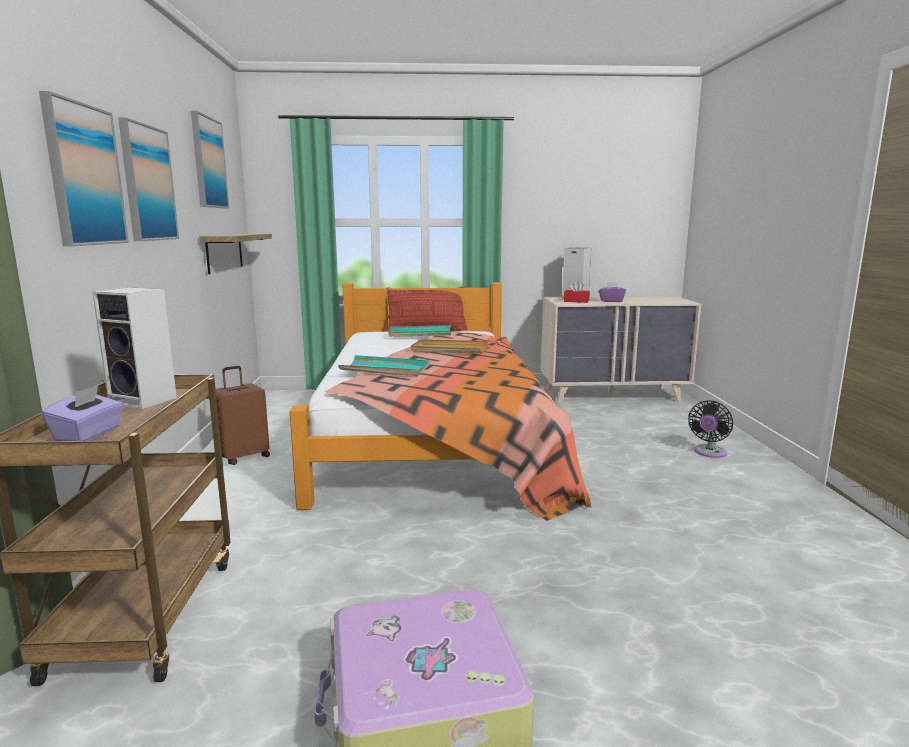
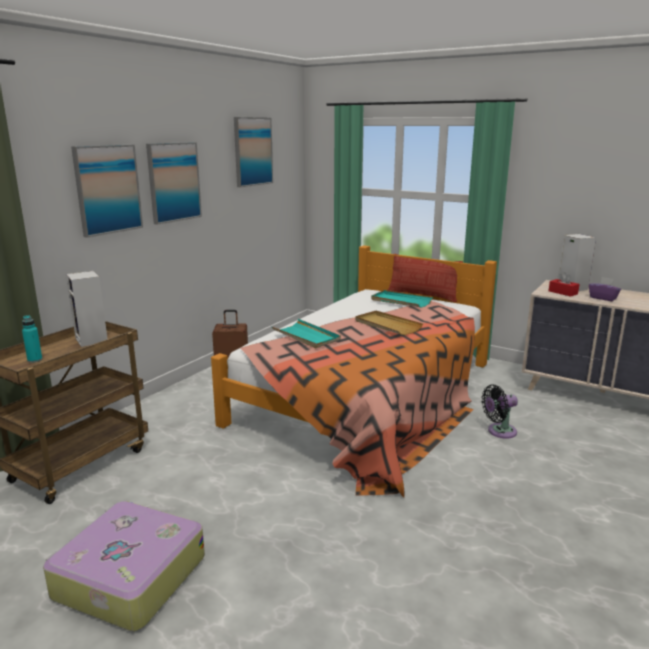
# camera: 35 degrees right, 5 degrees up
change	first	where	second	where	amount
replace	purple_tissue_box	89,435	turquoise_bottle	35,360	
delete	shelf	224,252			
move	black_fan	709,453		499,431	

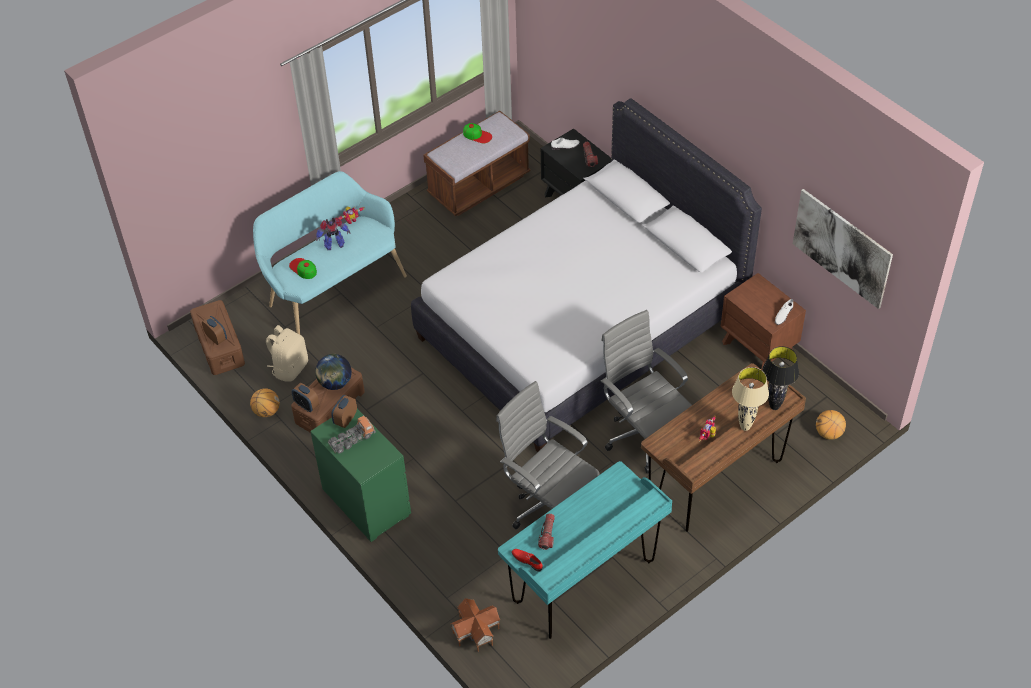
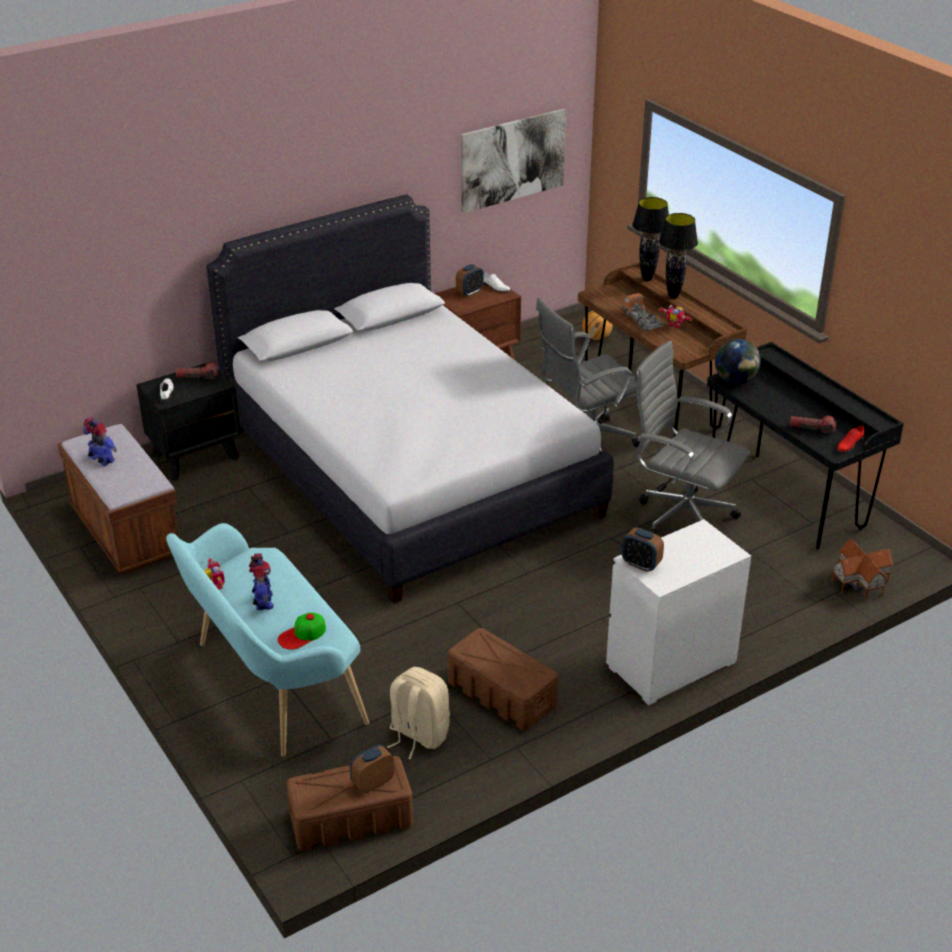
# camera: 85 degrees left, 15 degrees down
change	first	where	second	where	amount
delete	basketball	266,411			
move	alarm_clock	306,405		469,292	
recolor	green_dresser	366,502	white_dresser	670,664	
move	globe	335,383		735,381	
move	toy_truck	352,439		642,321	
replace	cap	477,135	toy_robot	101,460	
rotate	grey_office_chair	548,506		681,516	75 degrees clockwise
recolor	turquoise_desk	584,583	black_desk	786,500	
recolor	beige_table_lamp	745,427	black_table_lamp	673,296	

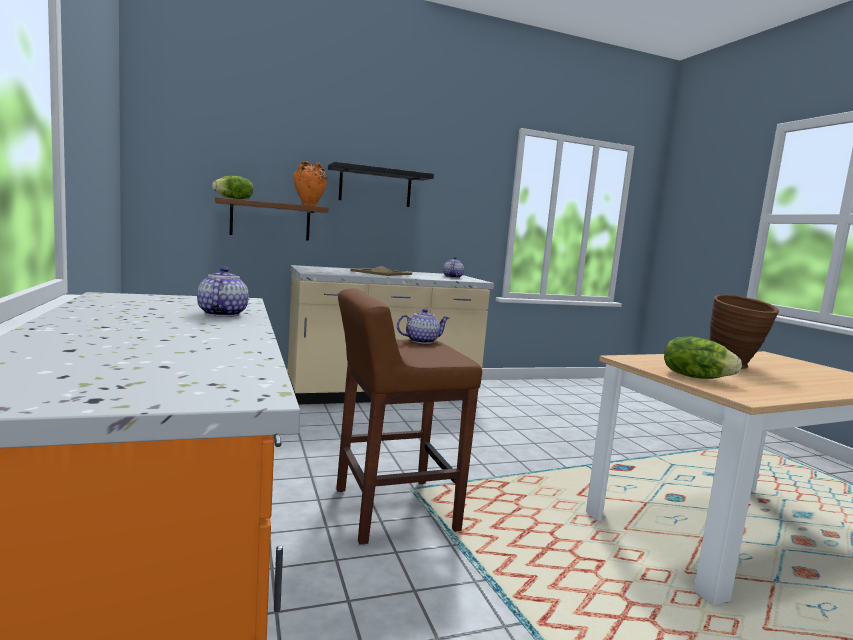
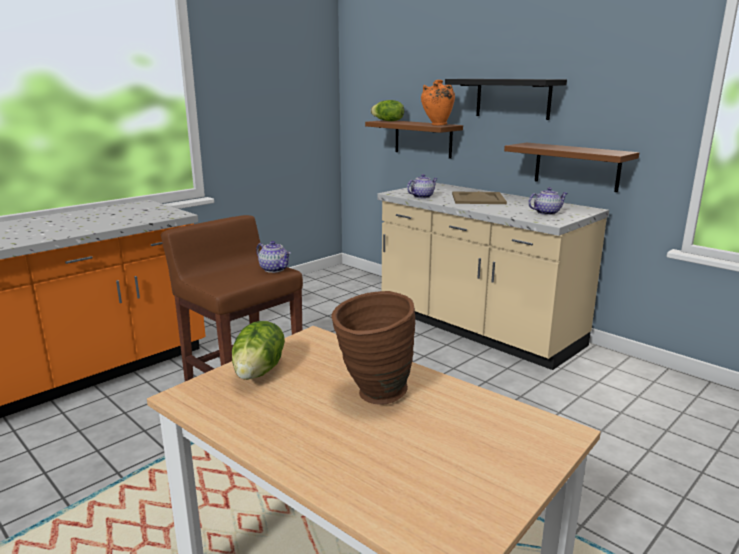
# camera: 65 degrees right, 10 degrees up
change	first	where	second	where	amount
move	teapot	221,314		422,196	
insert			brown_shelf	576,166	

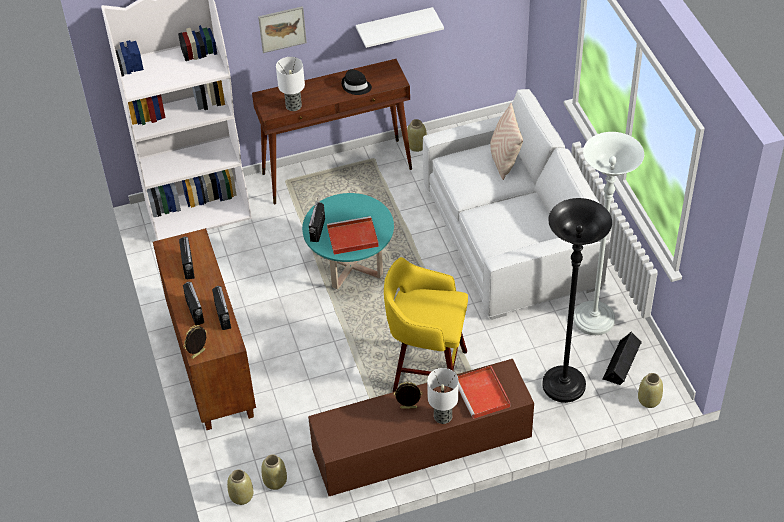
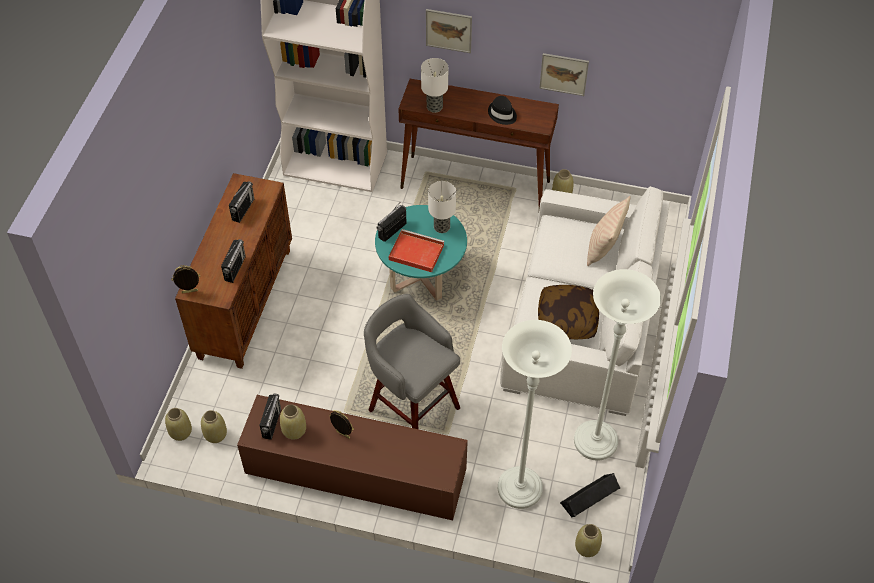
# camera: 30 degrees right, 5 degrees up
change	first	where	second	where	amount
move	radio	195,311		271,423	
replace	white_shelf	394,27	picture	564,74	
recolor	yellow_stool	427,370	grey_stool	412,407	
move	table_lamp	442,417		441,227	
delete	red_tray	483,394			
recolor	black_floor_lamp	563,386	white_floor_lamp	519,489	
insert			beige_vase	294,430	
insert			pillow	567,319	

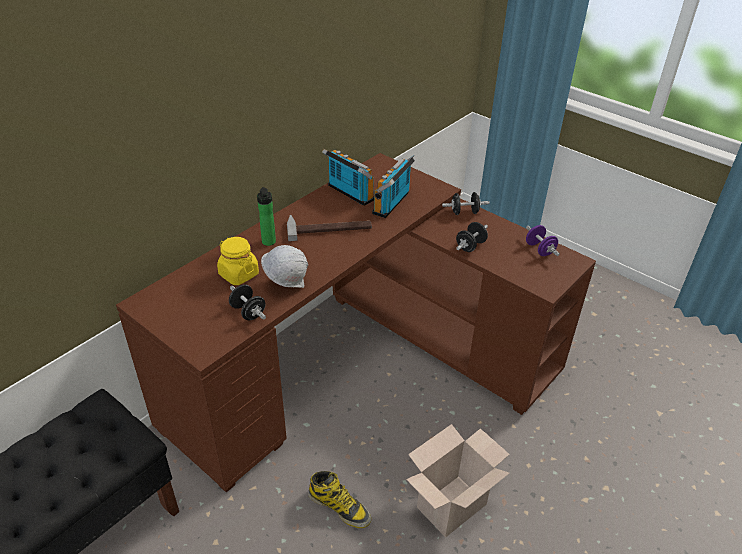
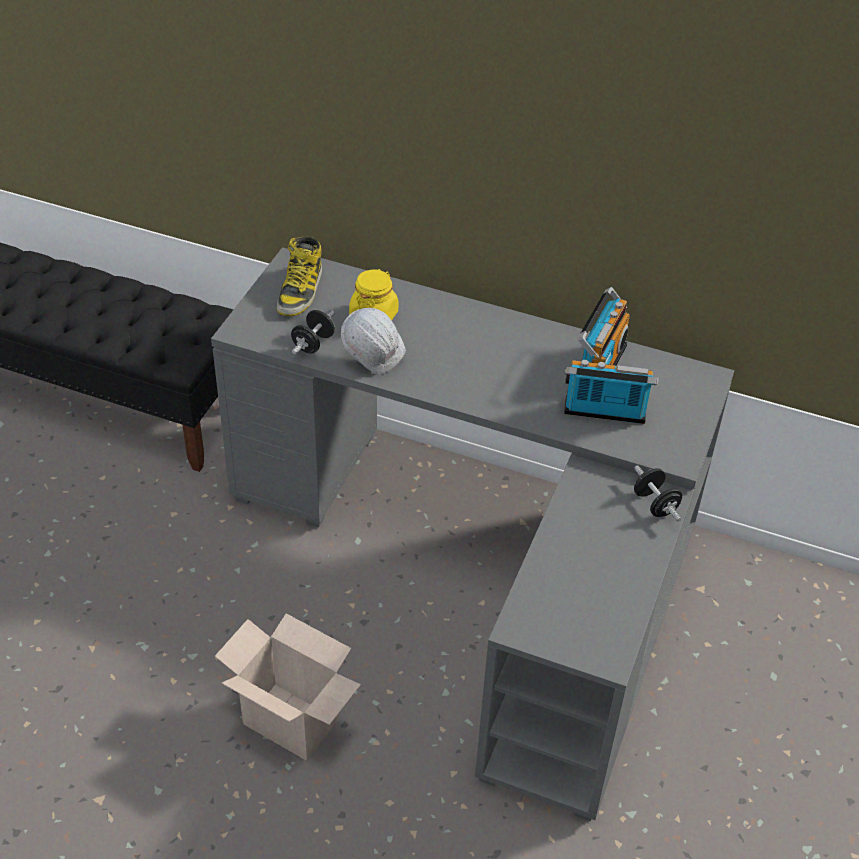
# camera: 70 degrees right, 5 degrees up
change	first	where	second	where	amount
recolor	brown_desk	359,362	grey_desk	487,564	
delete	bottle	269,243			
delete	hammer	329,227			
move	boot	339,507		300,291	
delete	black_dumbbell	470,246			
delete	purple_dumbbell	539,249			

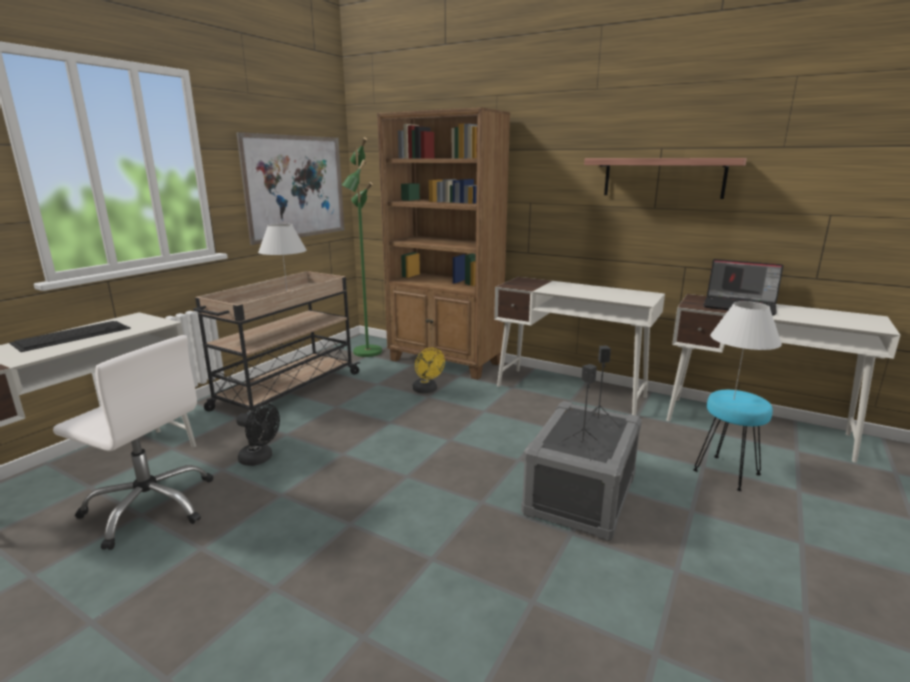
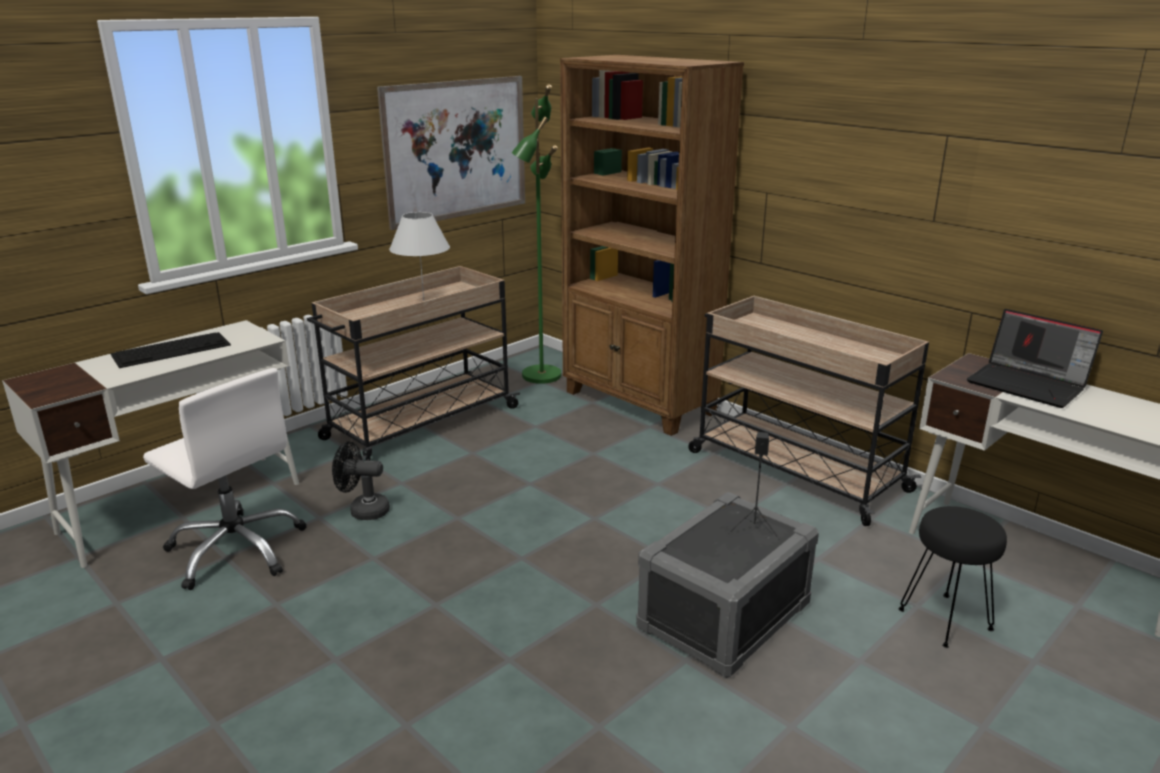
# camera: 15 degrees right, 5 degrees up
change	first	where	second	where	amount
rotate	black_fan	260,459		363,510	150 degrees clockwise
delete	yellow_fan	427,390			
replace	white_desk	571,391	beige_cart	794,470	
delete	black_speaker	582,448			
delete	shelf	663,177			
recolor	turquoise_stool	726,473	black_stool	944,620	
delete	white_table_lamp	733,399			

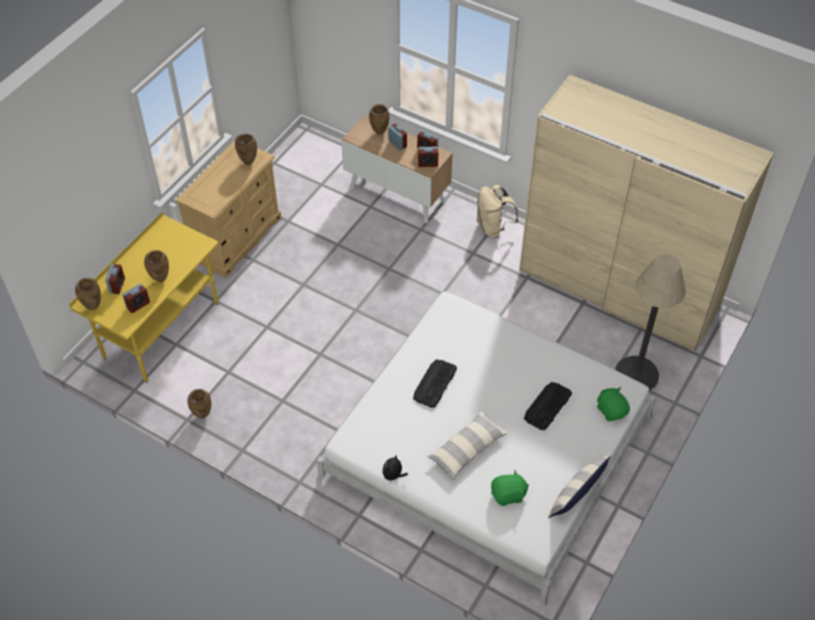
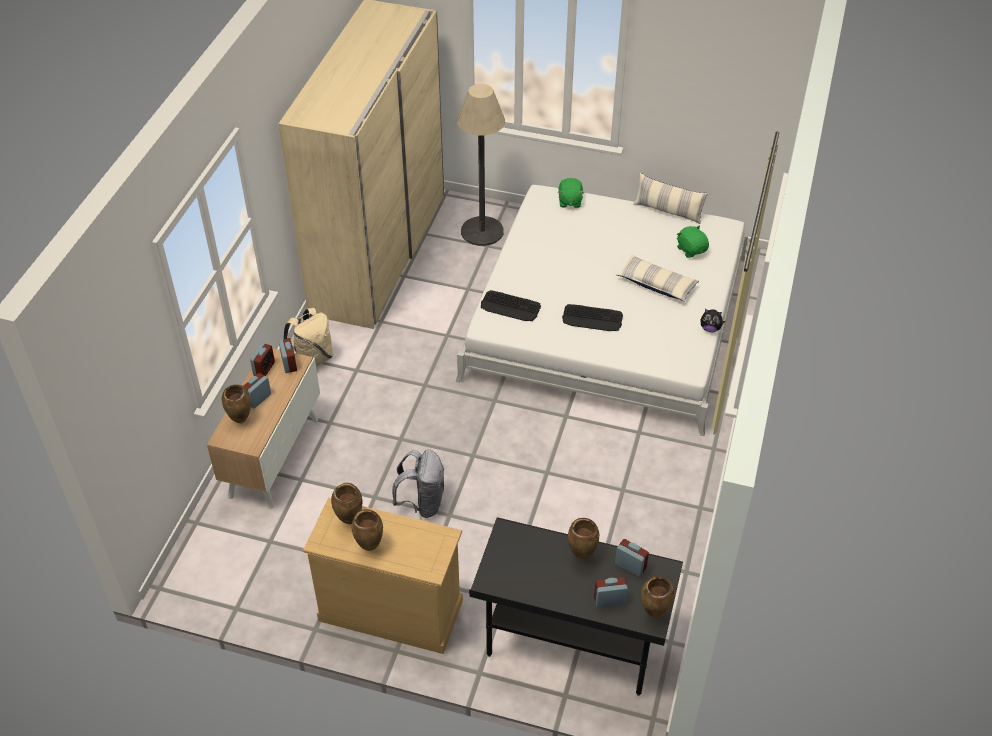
# camera: 105 degrees left, 5 degrees down
change	first	where	second	where	amount
recolor	yellow_desk	161,330	black_desk	571,645	
move	brown_vase	203,415		369,547	
move	keyboard	547,406		510,307	
rotate	green_plush_toy	611,410		569,201	45 degrees counterclockwise
insert			grey_backpack	422,503	

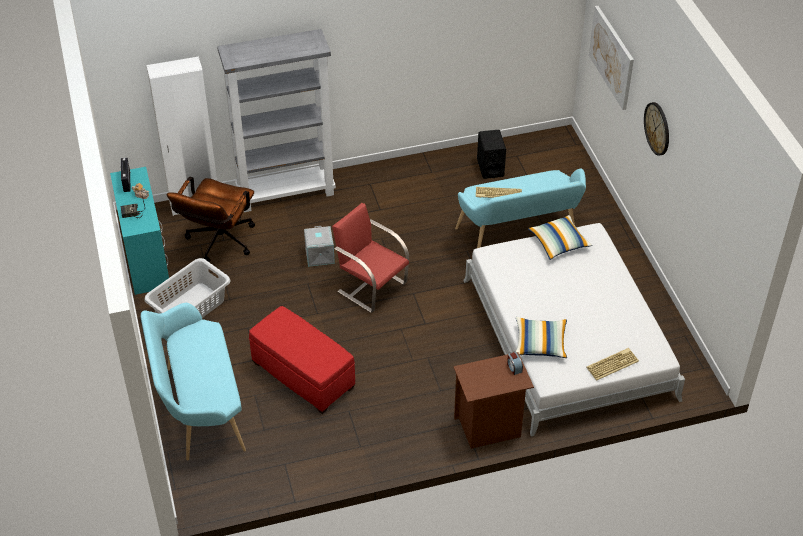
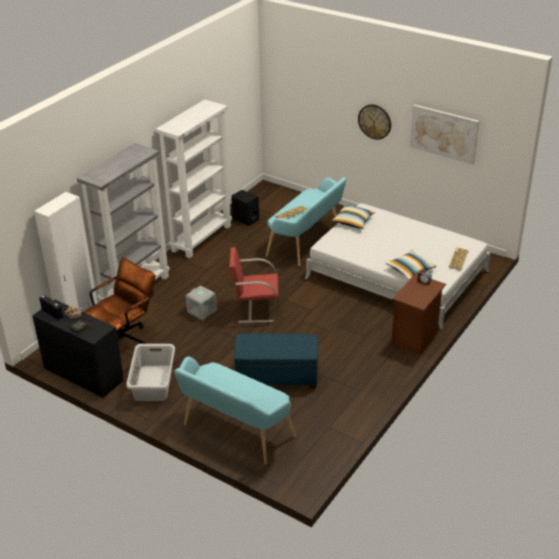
# camera: 40 degrees left, 10 degrees down
change	first	where	second	where	amount
recolor	turquoise_desk	145,258	black_desk	83,374	
rotate	brown_office_chair	218,244		125,339	120 degrees counterclockwise
recolor	red_ottoman	302,375	blue_ottoman	276,376	
move	picture	612,57		444,133	
insert			white_bookcase	201,238	

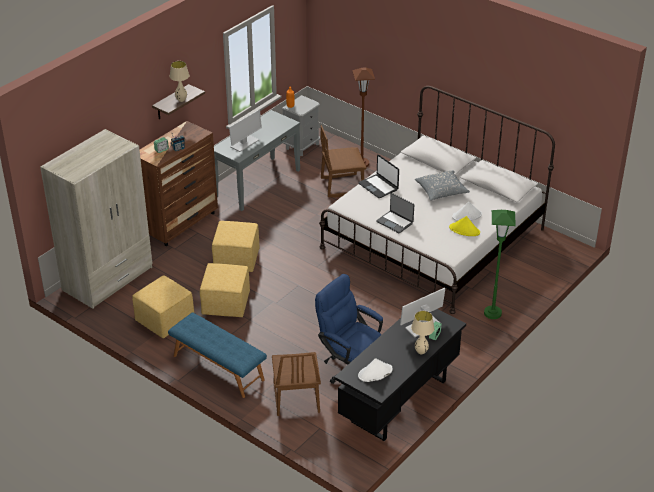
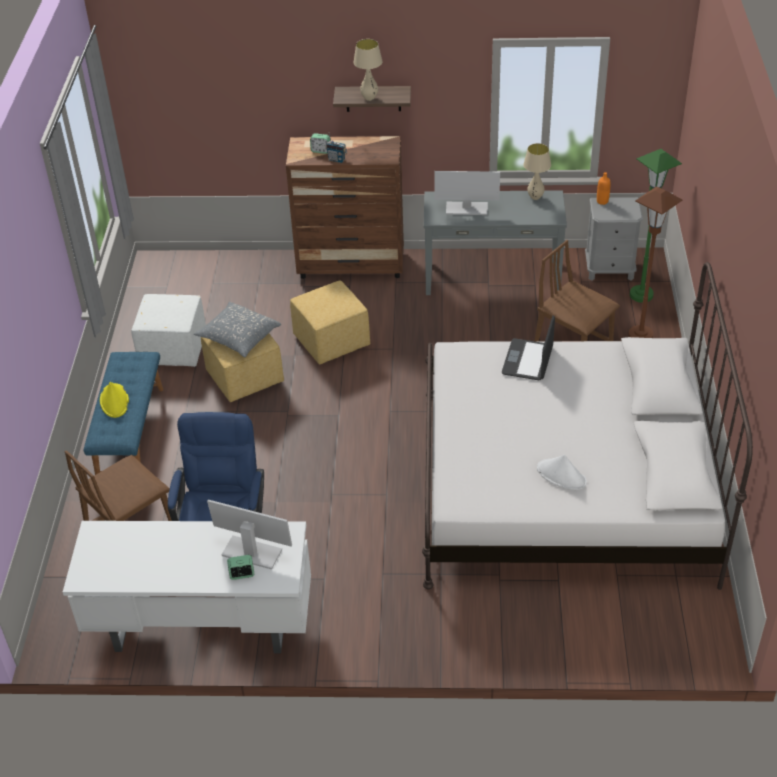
# camera: 55 degrees right, 5 degrees up
change	first	where	second	where	amount
delete	beige_wardrobe	108,279			
recolor	yellow_ottoman	164,320	white_ottoman	174,349	
recolor	black_desk	399,402	white_desk	201,627	
delete	white_hat	375,373			
delete	laptop	395,222			
move	beige_table_lamp	421,352		535,198	
move	grey_pillow	441,191		238,337	
move	yellow_hat	464,230		114,401	
move	green_floor_lamp	492,313		641,295	

